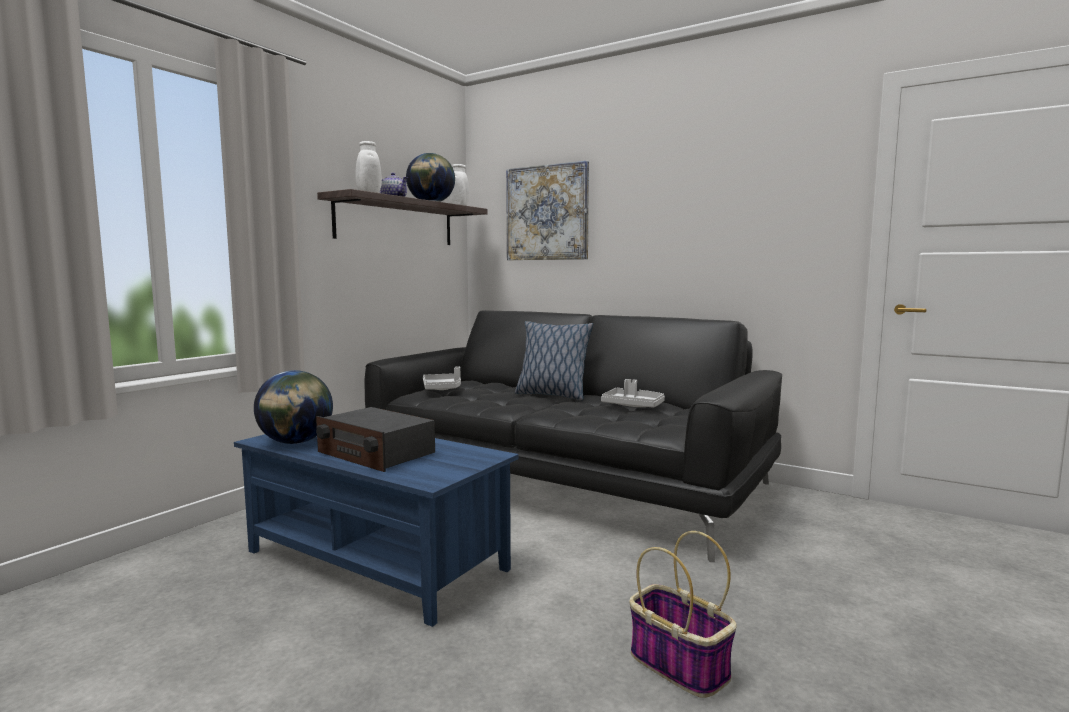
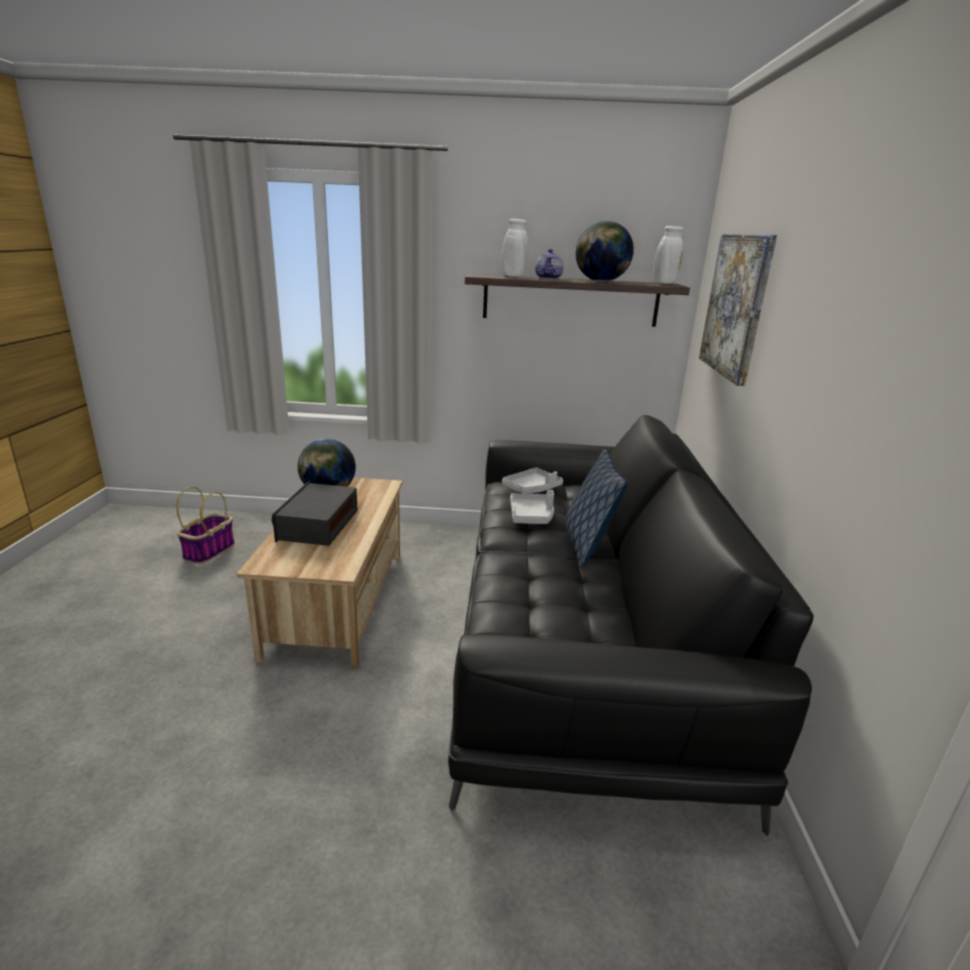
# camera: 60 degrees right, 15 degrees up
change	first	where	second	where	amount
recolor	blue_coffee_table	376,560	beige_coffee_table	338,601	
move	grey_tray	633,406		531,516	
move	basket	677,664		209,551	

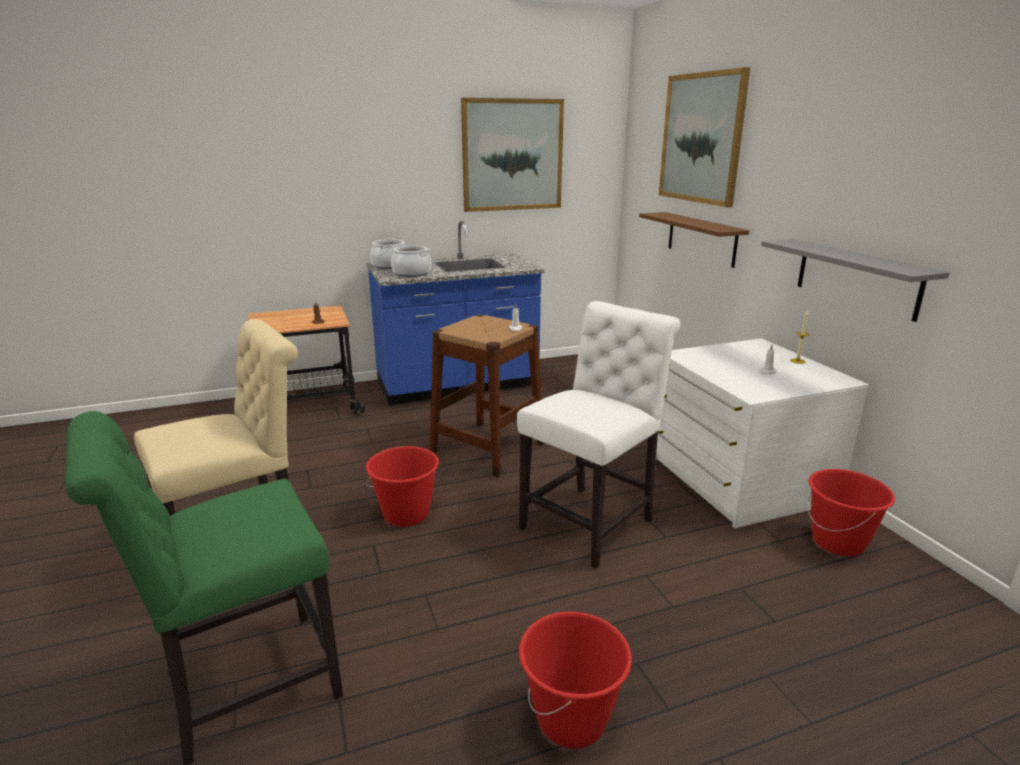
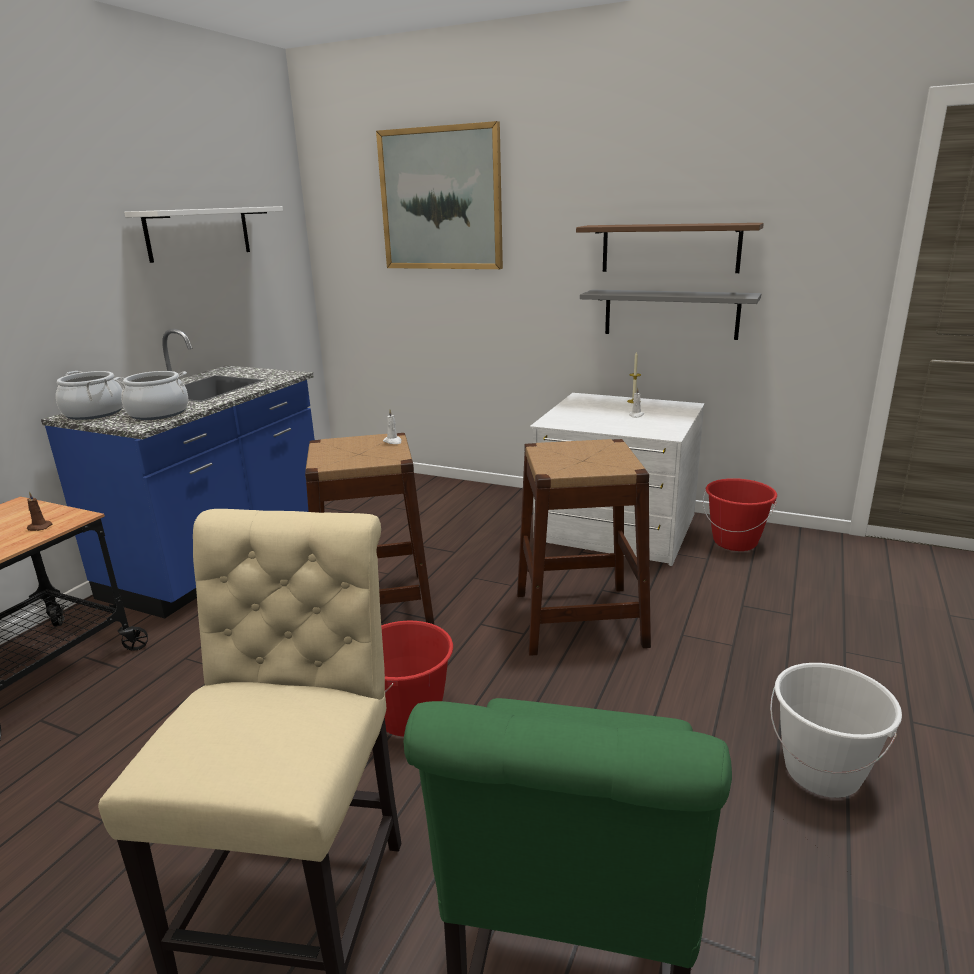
# camera: 45 degrees left, 0 degrees up
change	first	where	second	where	amount
replace	picture	512,155	white_shelf	199,233	
replace	white_chair	591,522	brown_stool	579,618	
recolor	red_bucket	572,720	white_bucket	822,772	
move	brown_shelf	701,238		670,248	

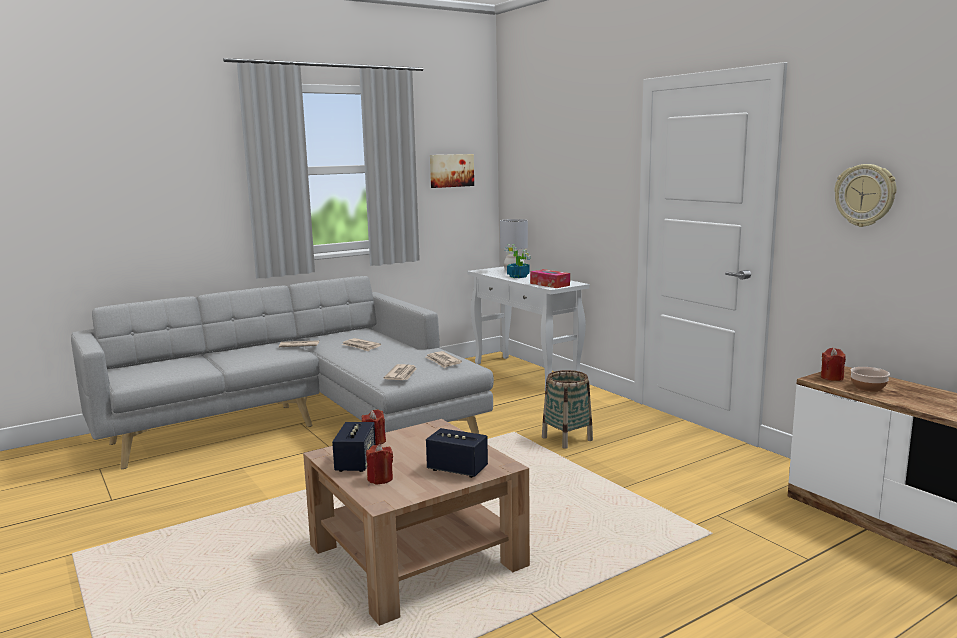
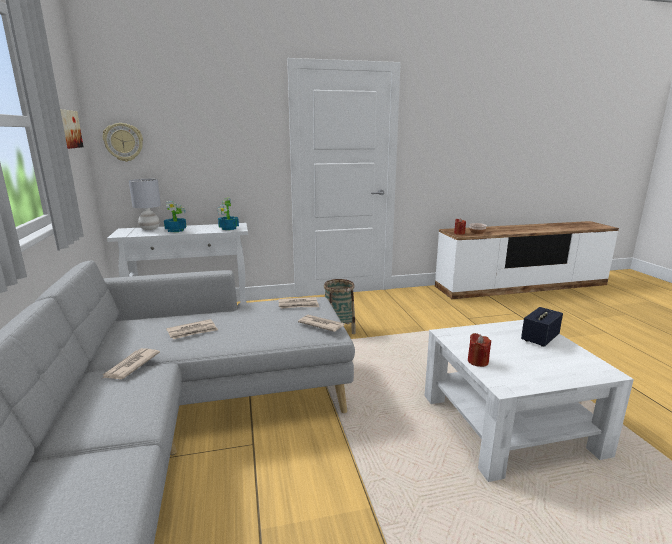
# camera: 70 degrees left, 5 degrees up
change	first	where	second	where	amount
recolor	brown_coffee_table	416,556	white_coffee_table	509,424	
delete	speaker	355,463			
delete	red_candle	380,479			
replace	tissue_box	550,284	potted_plant	228,228	
move	wall_clock	865,195		123,142	

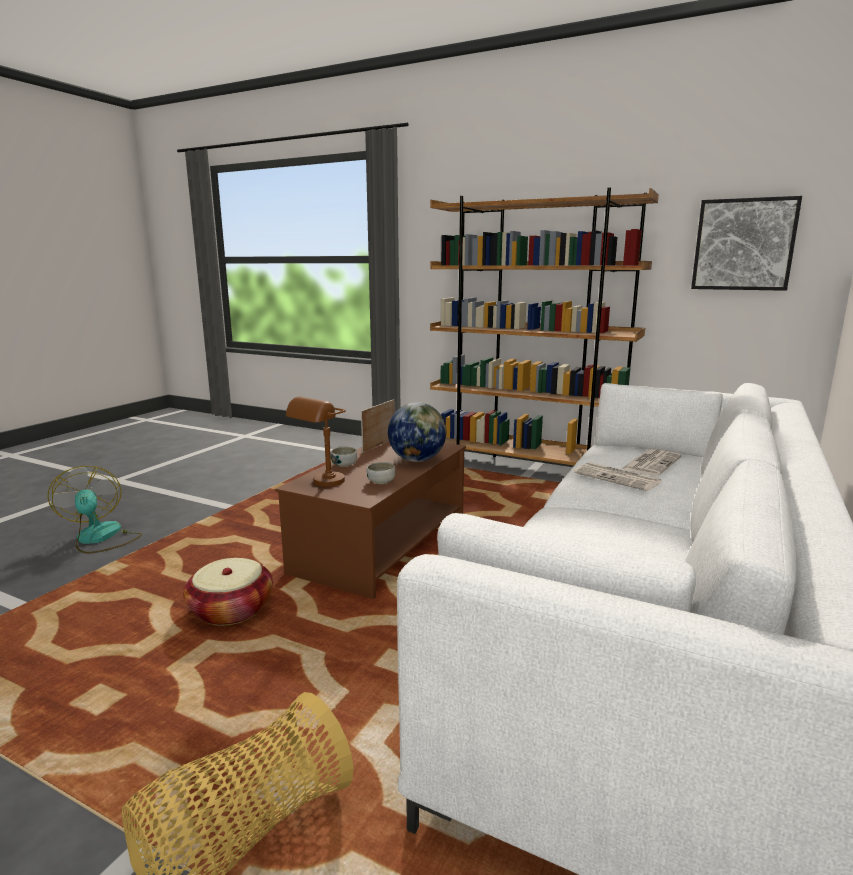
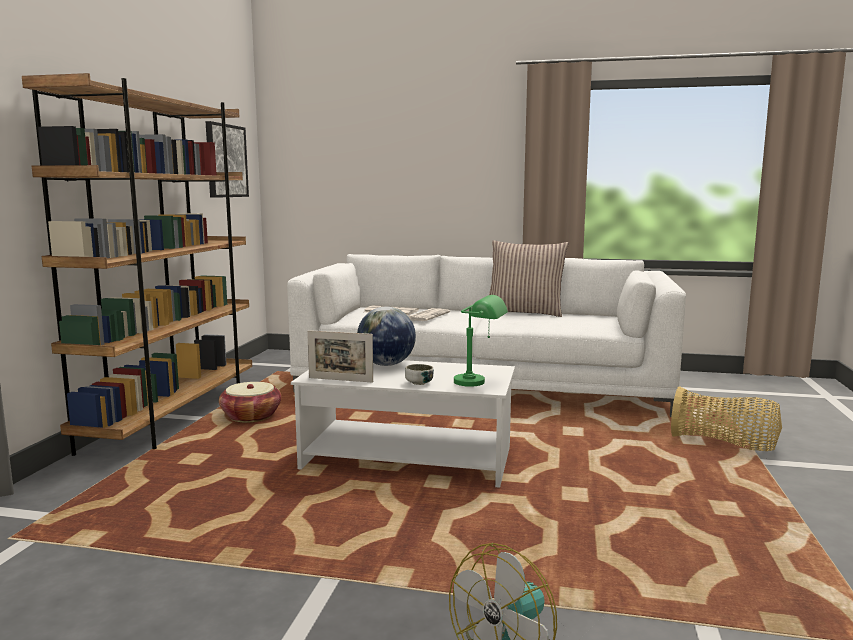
# camera: 105 degrees left, 5 degrees down
change	first	where	second	where	amount
move	basket	231,610		251,416	
recolor	brown_coffee_table	381,545	white_coffee_table	409,459	
recolor	brown_table_lamp	321,484	green_table_lamp	480,383	
delete	bowl	381,482			
insert			pillow	525,312	

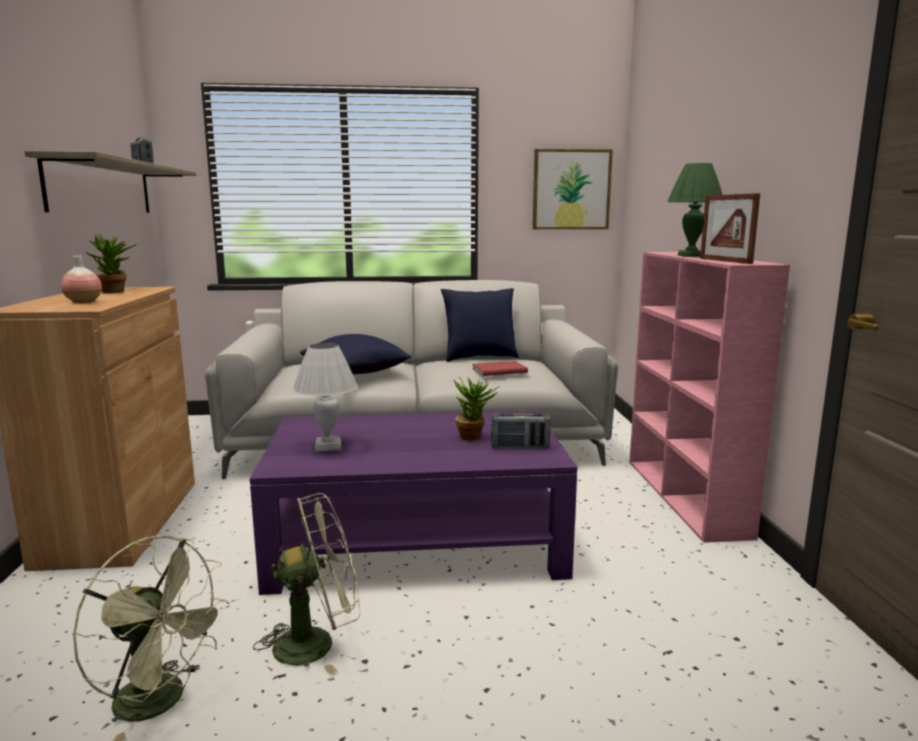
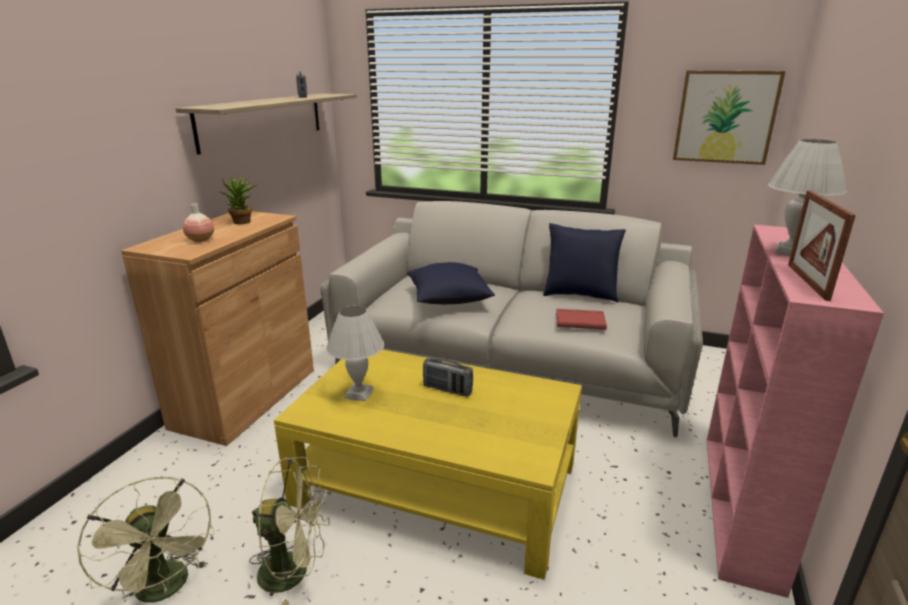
# camera: 25 degrees right, 10 degrees up
change	first	where	second	where	amount
recolor	purple_coffee_table	417,540	yellow_coffee_table	437,484	
delete	potted_plant	474,436			
move	radio	520,448		447,390	
recolor	green_table_lamp	690,256	white_table_lamp	789,251	

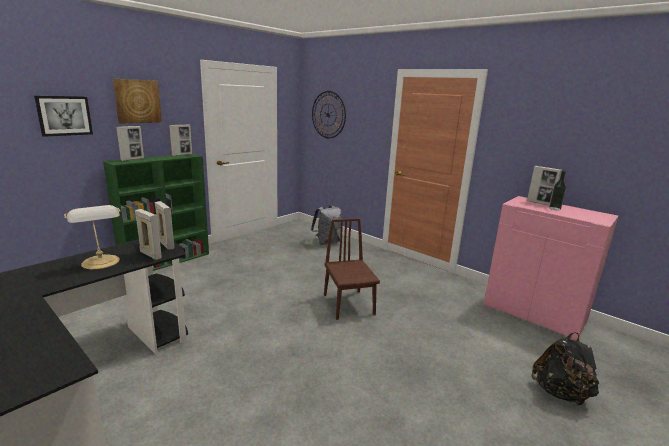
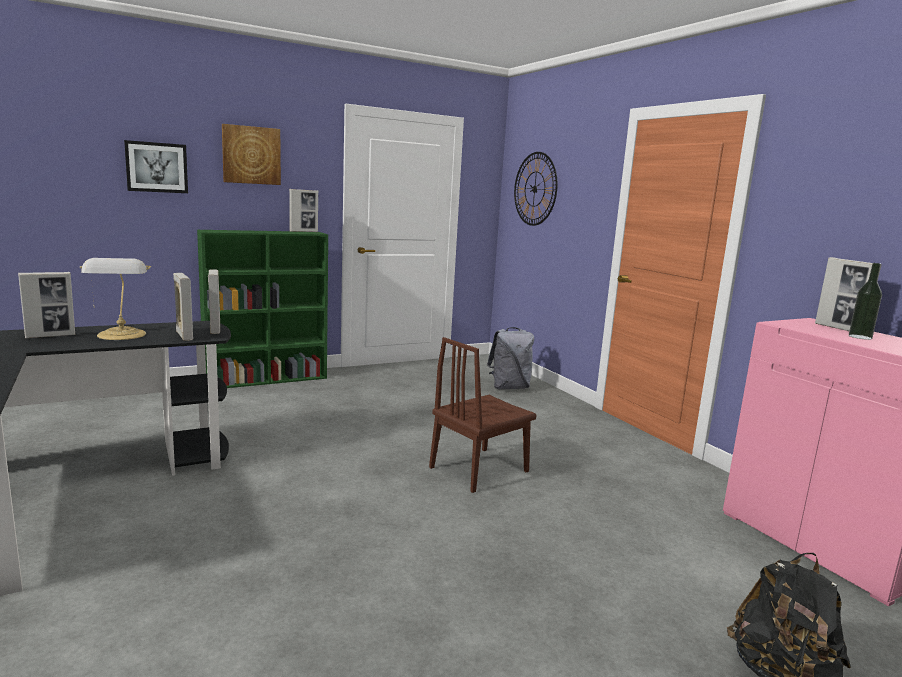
# camera: 20 degrees right, 5 degrees down
change	first	where	second	where	amount
move	picture_frame	132,159		50,336	
rotate	brown_chair	348,304		479,469	135 degrees counterclockwise

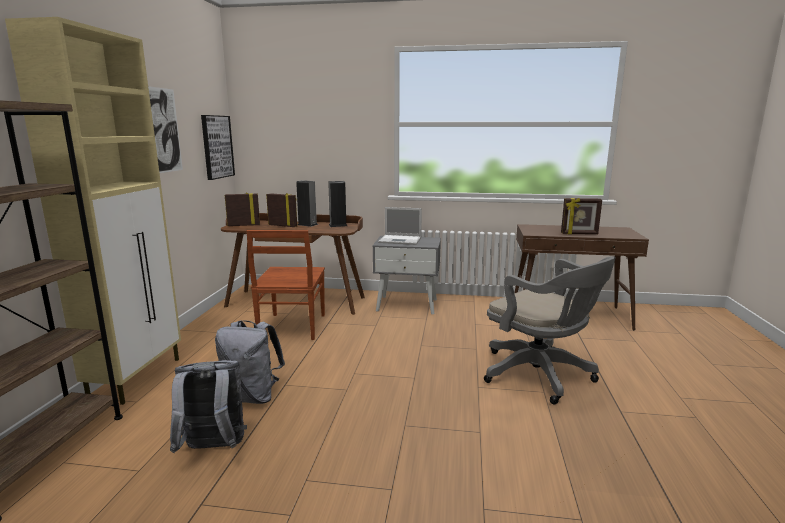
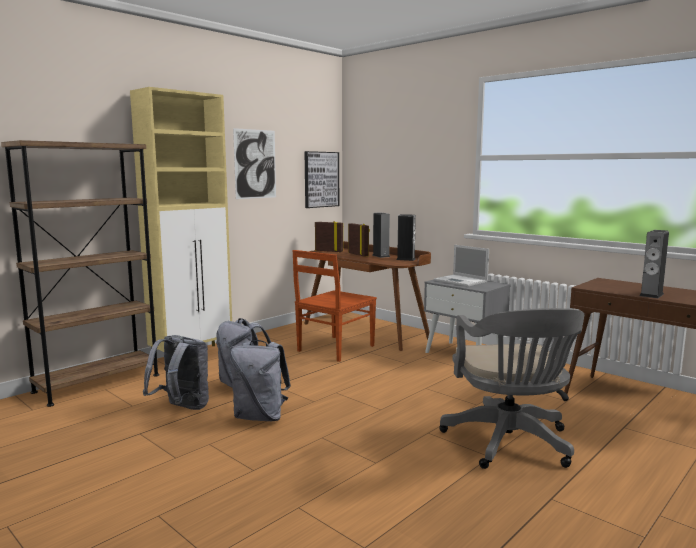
# camera: 35 degrees right, 5 degrees down
change	first	where	second	where	amount
replace	picture_frame	579,234	speaker	651,295	
insert			grey_backpack	260,417	

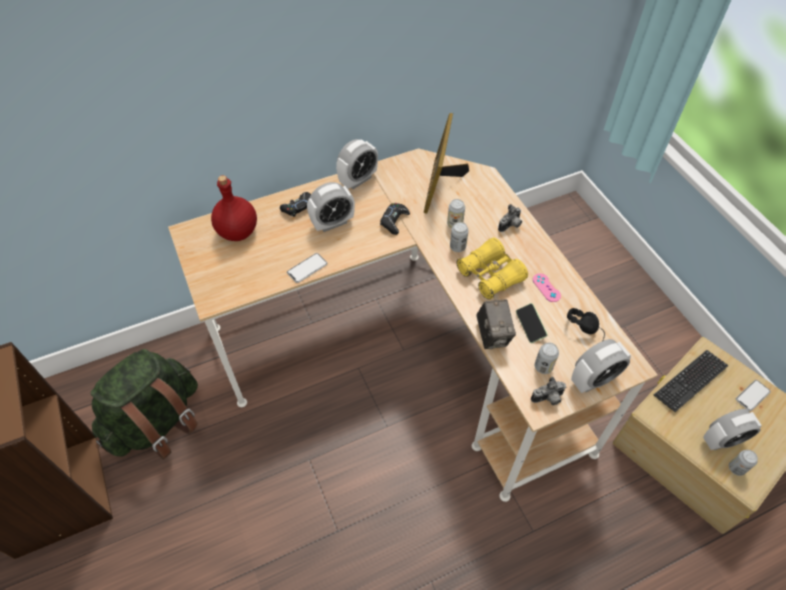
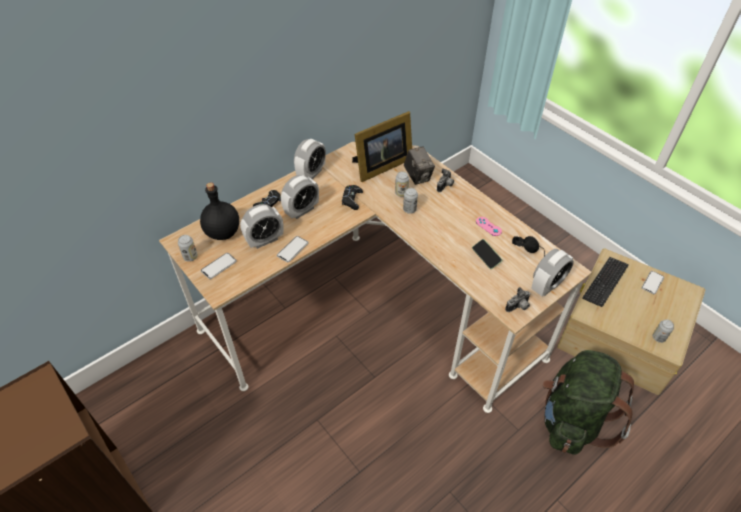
# camera: 15 degrees left, 5 degrees down
change	first	where	second	where	amount
move	green_backpack	157,423		572,419	
recolor	red_bottle	237,232	black_bottle	222,233	
rotate	picture_frame	441,185		380,166	120 degrees counterclockwise
delete	yellow_binoculars	490,275			
move	photo_camera	493,335		418,176	
move	can	543,367		190,257	
move	alarm_clock	722,440		265,240	
insert			phone	219,266	

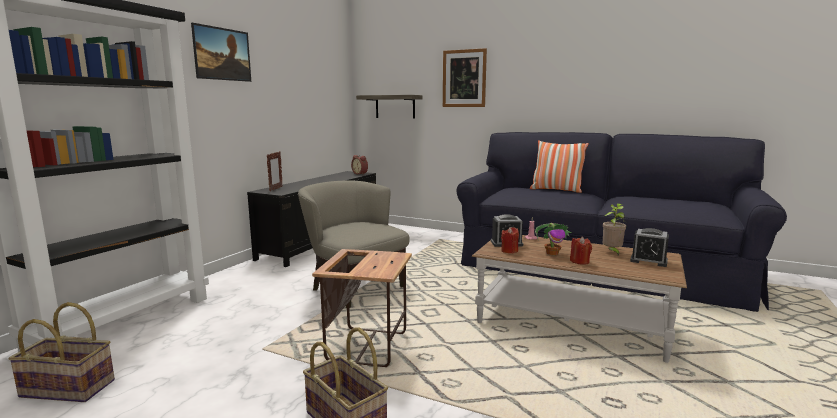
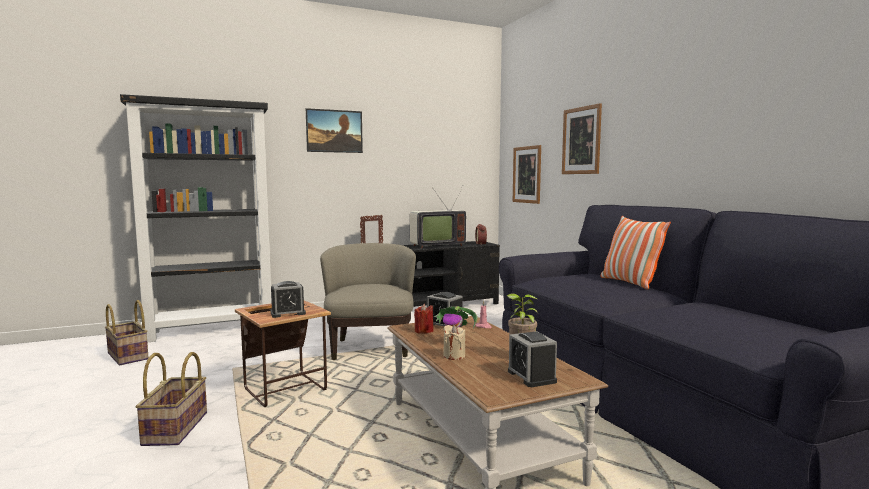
# camera: 40 degrees right, 5 degrees down
change	first	where	second	where	amount
replace	shelf	395,106	picture	527,174	
recolor	red_candle	579,261	beige_candle	454,356	
insert			alarm_clock	288,313	
insert			television	436,245	

